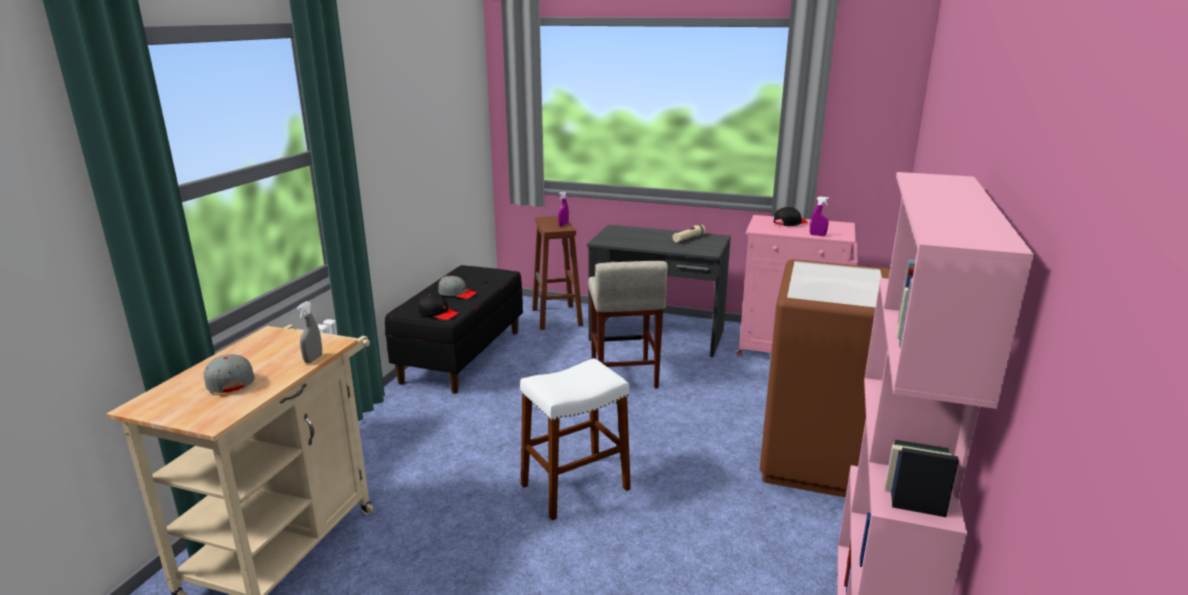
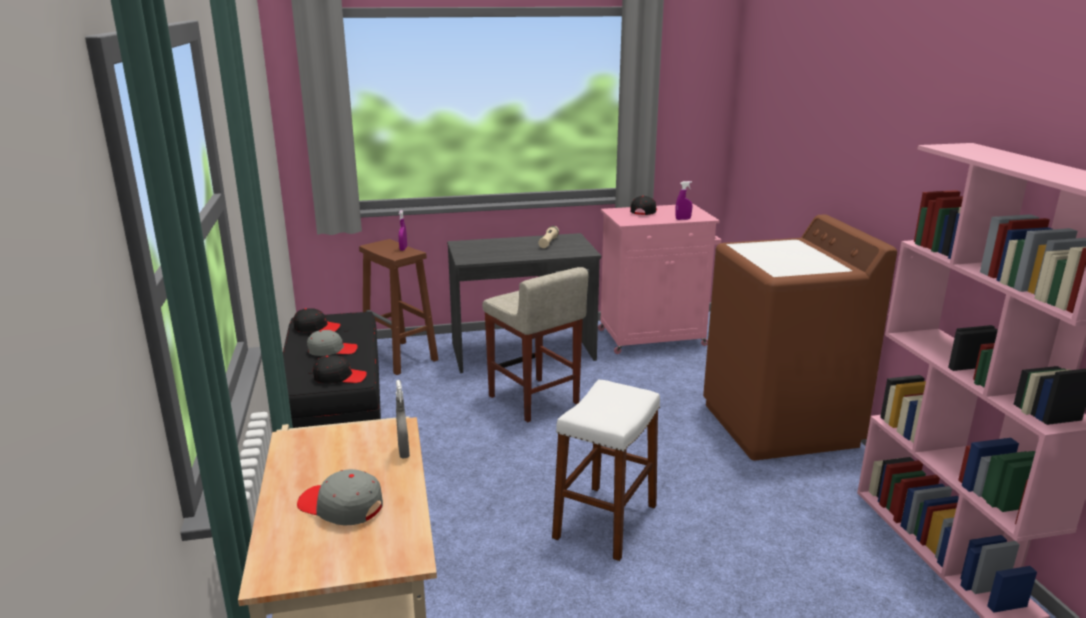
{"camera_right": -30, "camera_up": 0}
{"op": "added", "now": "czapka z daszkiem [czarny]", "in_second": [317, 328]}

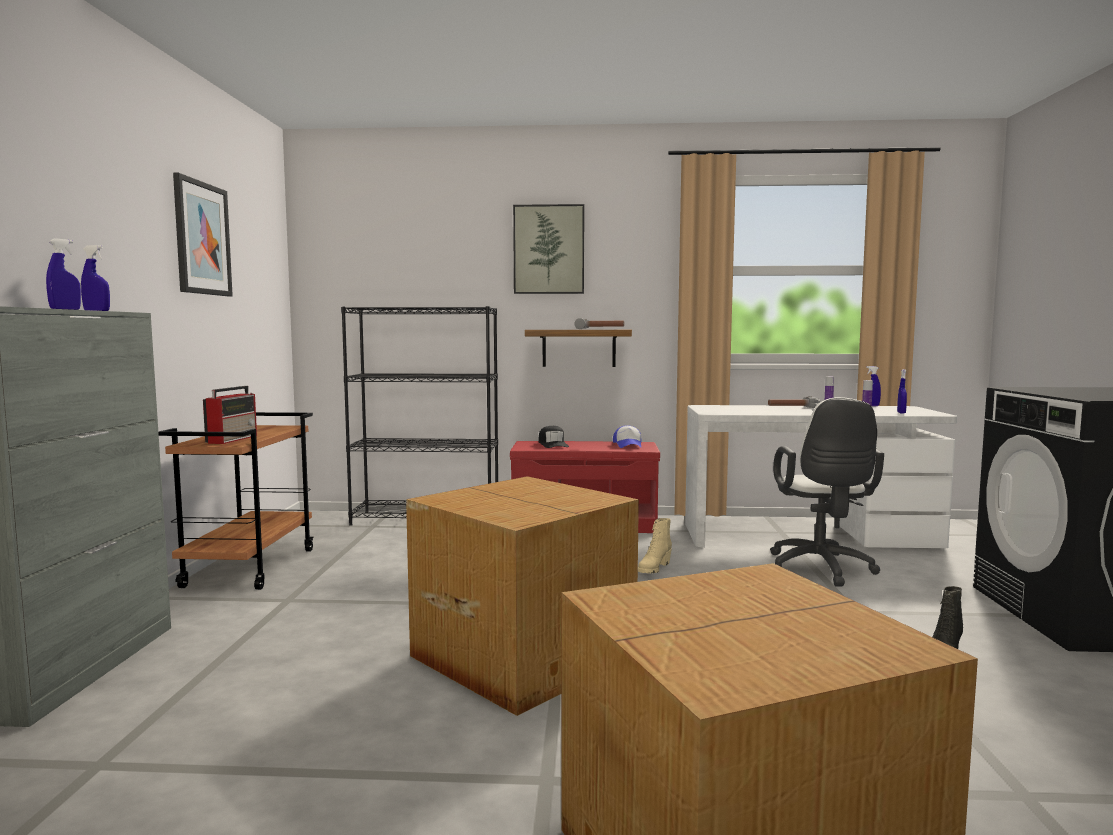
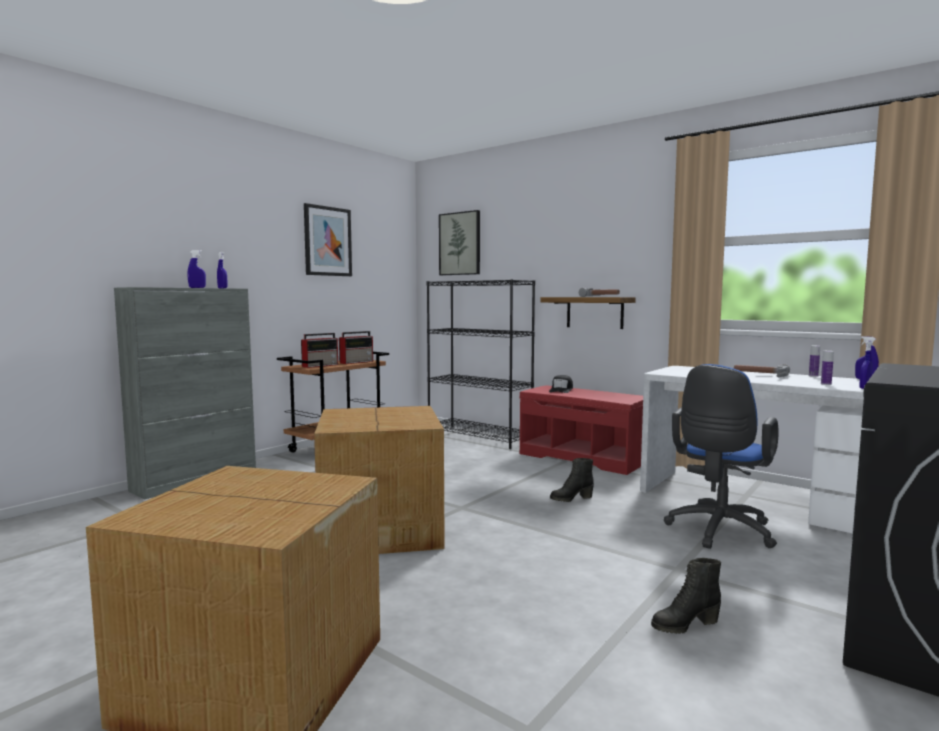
{"camera_right": 35, "camera_up": 0}
{"op": "moved", "was": "obraz", "in_first": [549, 249], "in_second": [460, 244]}
{"op": "recoloured", "was": "krzesło biurowe [biały]", "now": "krzesło biurowe [niebieski]", "in_first": [821, 570], "in_second": [718, 532]}
{"op": "removed", "was": "czapka z daszkiem", "in_first": [628, 445]}
{"op": "recoloured", "was": "but z cholewką [beżowy]", "now": "but z cholewką [czarny]", "in_first": [654, 568], "in_second": [571, 498]}
{"op": "added", "now": "radio", "in_second": [357, 362]}

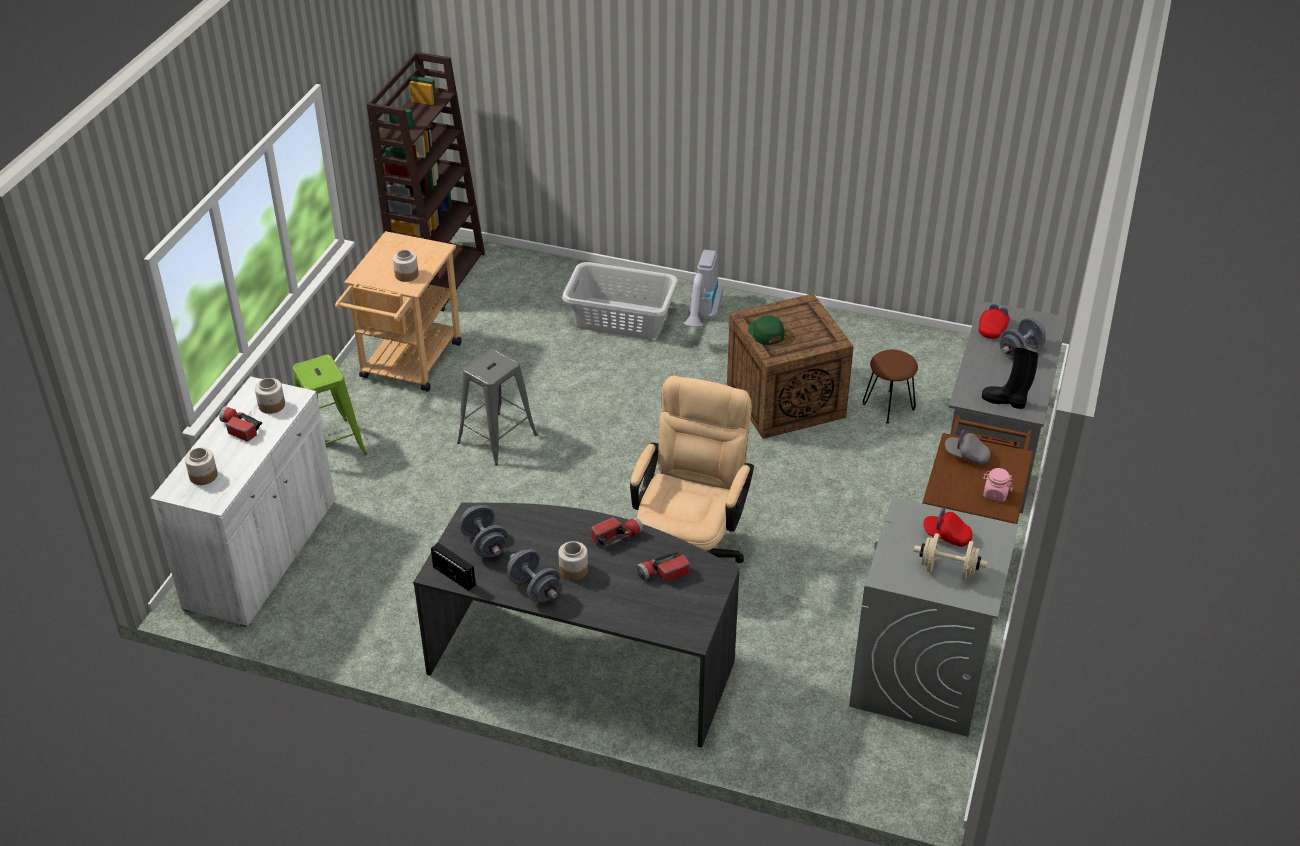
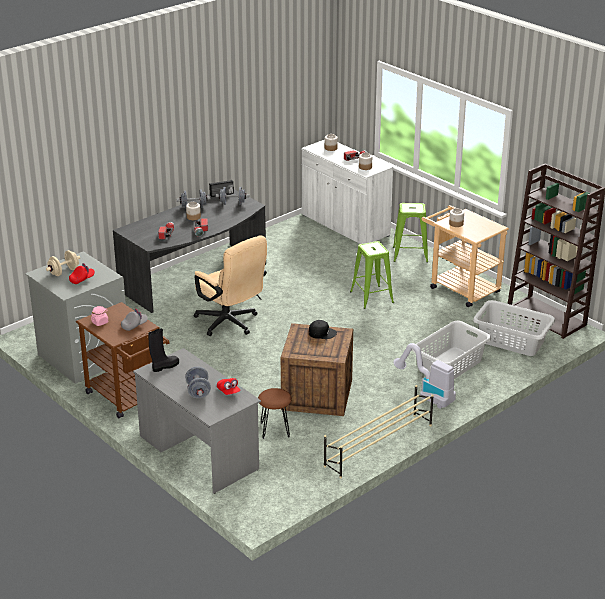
{"camera_right": 120, "camera_up": -10}
{"op": "recoloured", "was": "czapka z daszkiem [zielony]", "now": "czapka z daszkiem [czarny]", "in_first": [765, 333], "in_second": [322, 333]}
{"op": "recoloured", "was": "stołek [szary]", "now": "stołek [zielony]", "in_first": [498, 438], "in_second": [372, 297]}
{"op": "added", "now": "kosz na pranie [szary]", "in_second": [512, 341]}
{"op": "added", "now": "regał na buty [beżowy]", "in_second": [378, 445]}

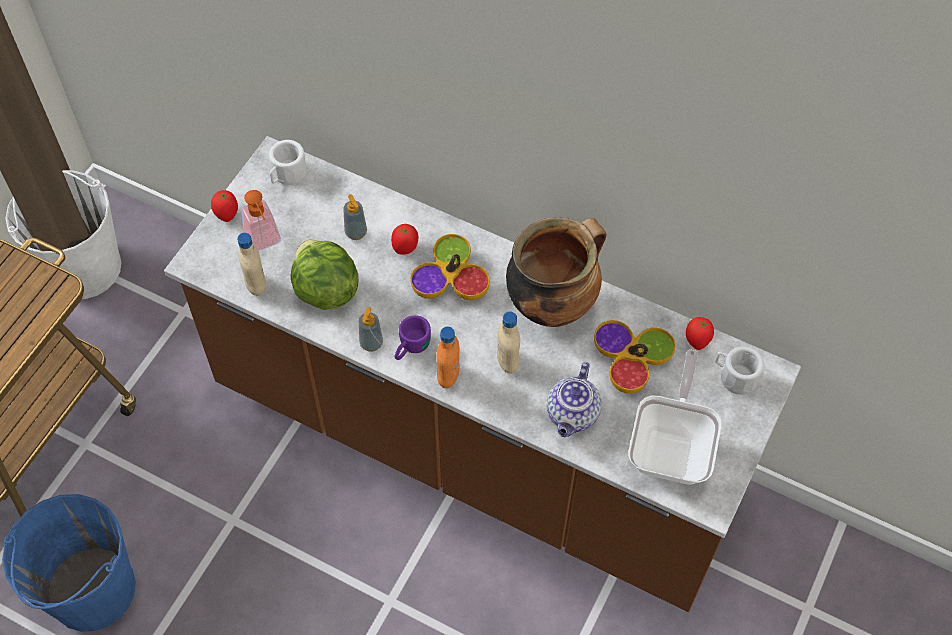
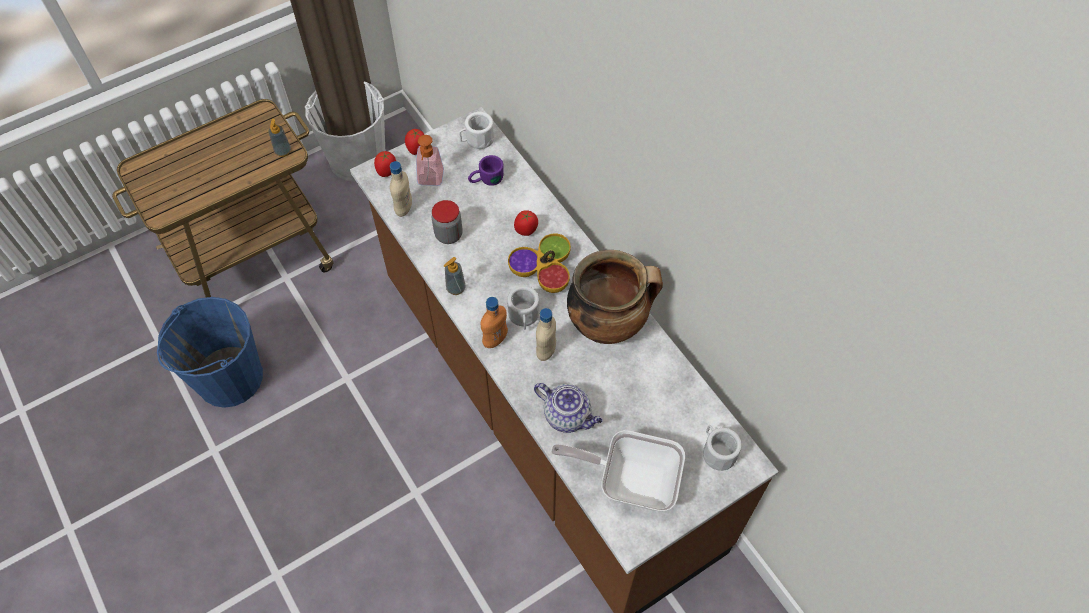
{"camera_right": 30, "camera_up": 0}
{"op": "moved", "was": "dozownik mydła", "in_first": [356, 232], "in_second": [283, 151]}
{"op": "replaced", "was": "sałata", "now": "słoik", "in_first": [325, 290], "in_second": [448, 235]}
{"op": "moved", "was": "kubek [fioletowy]", "in_first": [410, 348], "in_second": [486, 180]}
{"op": "moved", "was": "pomidor", "in_first": [697, 340], "in_second": [387, 171]}
{"op": "removed", "was": "miska", "in_first": [631, 361]}
{"op": "turned", "was": "patelnia", "in_first": [672, 446], "in_second": [630, 480], "clockwise": -120}
{"op": "turned", "was": "imbryk", "in_first": [572, 415], "in_second": [568, 416], "clockwise": -105}
{"op": "added", "now": "kubek [biały]", "in_second": [523, 317]}

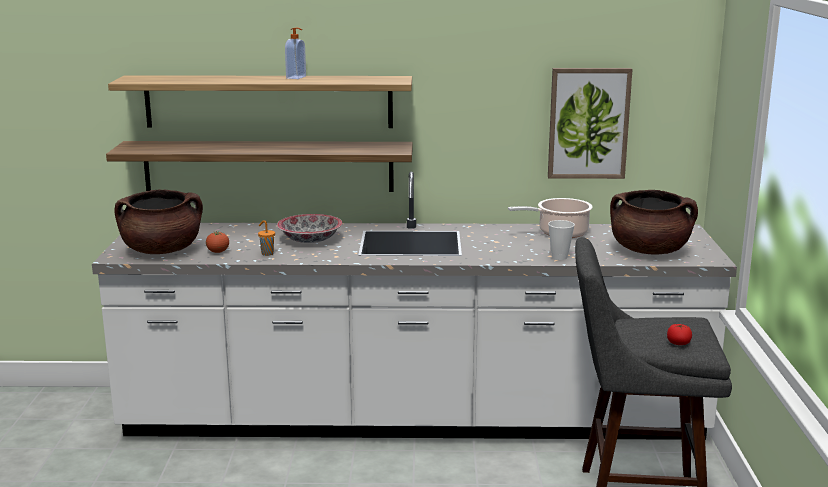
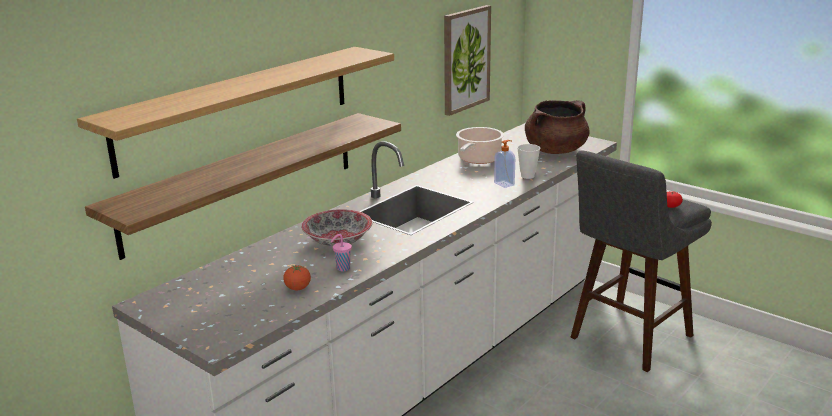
{"camera_right": -50, "camera_up": 5}
{"op": "moved", "was": "dozownik mydła", "in_first": [296, 77], "in_second": [504, 184]}
{"op": "removed", "was": "garnek [brązowy]", "in_first": [162, 251]}
{"op": "recoloured", "was": "filiżanka [pomarańczowy]", "now": "filiżanka [różowy]", "in_first": [267, 253], "in_second": [342, 268]}

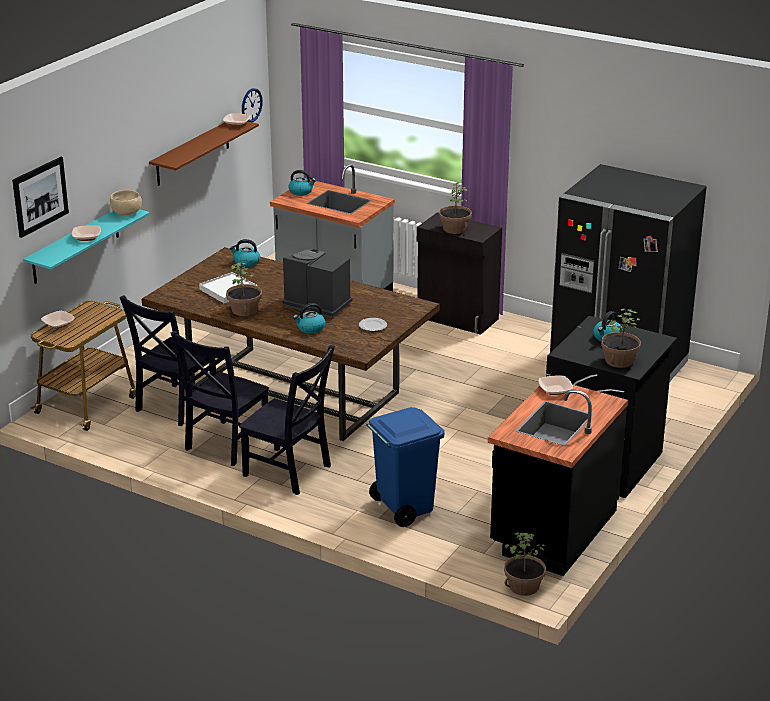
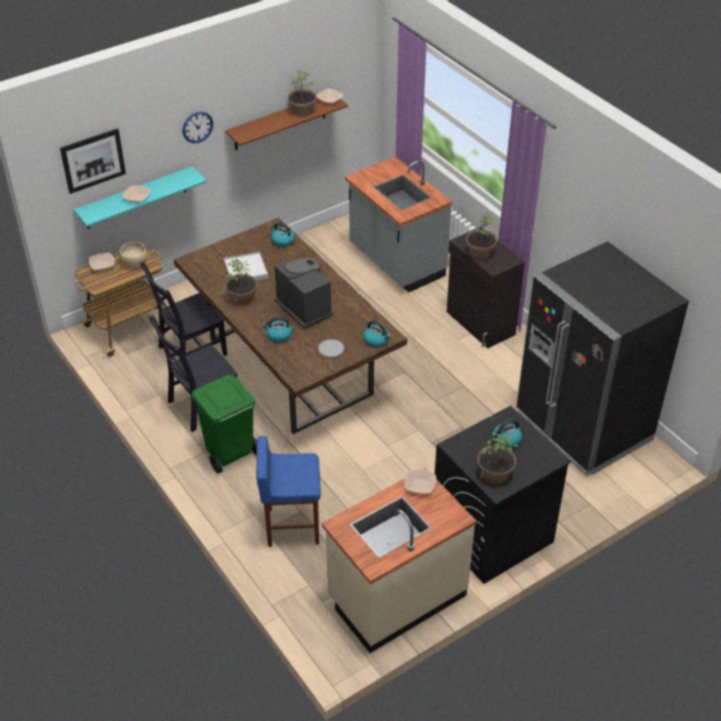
{"camera_right": 25, "camera_up": 15}
{"op": "moved", "was": "zegar ścienny", "in_first": [251, 105], "in_second": [197, 127]}
{"op": "moved", "was": "czajnik", "in_first": [301, 192], "in_second": [377, 340]}
{"op": "moved", "was": "miska [beżowy]", "in_first": [127, 213], "in_second": [134, 262]}
{"op": "replaced", "was": "krzesło [czarny]", "now": "kosz na śmieci [zielony]", "in_first": [290, 472], "in_second": [229, 454]}
{"op": "recoloured", "was": "zabudowa kuchenna [czarny]", "now": "zabudowa kuchenna [beżowy]", "in_first": [552, 529], "in_second": [396, 596]}
{"op": "replaced", "was": "kosz na śmieci [niebieski]", "now": "stołek [niebieski]", "in_first": [403, 508], "in_second": [292, 526]}
{"op": "moved", "was": "roślina doniczkowa", "in_first": [524, 587], "in_second": [302, 111]}

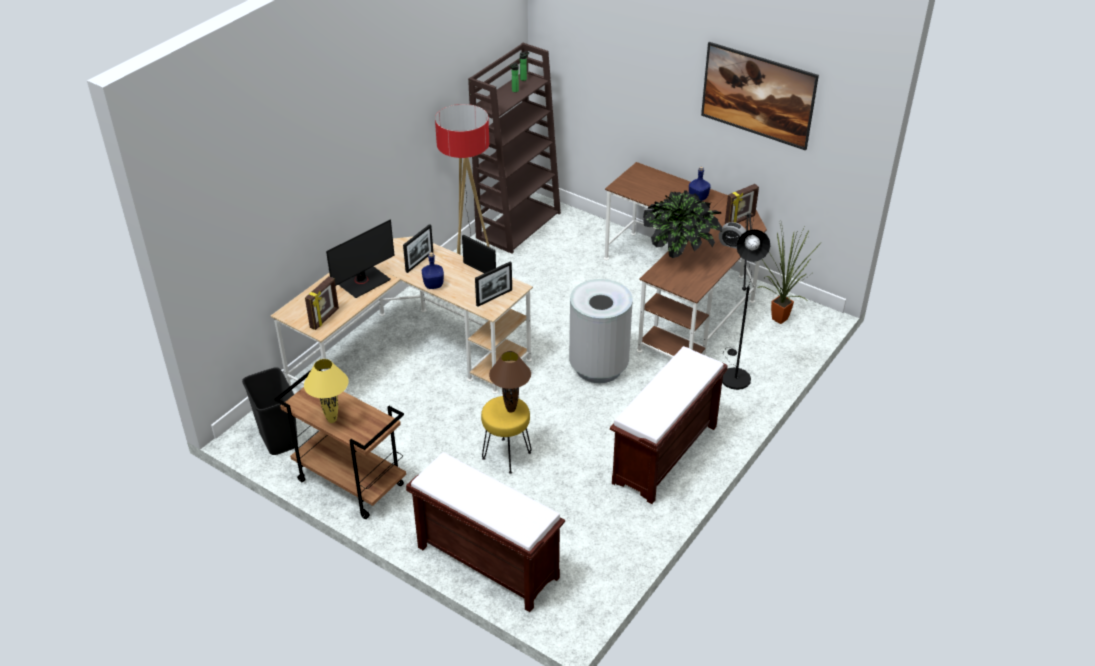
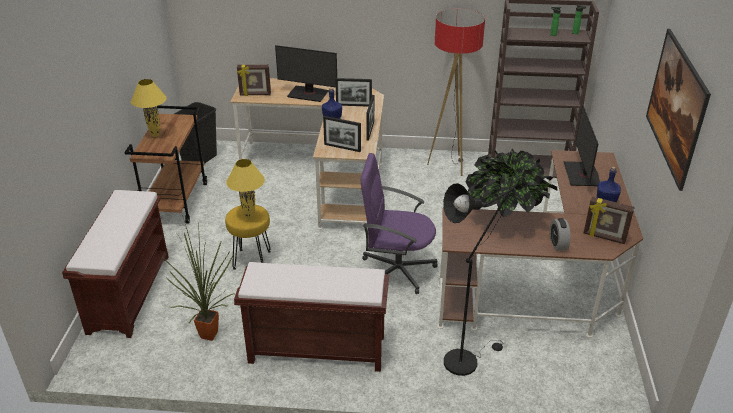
{"camera_right": 60, "camera_up": -5}
{"op": "moved", "was": "roślina doniczkowa", "in_first": [777, 318], "in_second": [211, 333]}
{"op": "replaced", "was": "kosz na śmieci [szary]", "now": "krzesło biurowe [fioletowy]", "in_first": [598, 367], "in_second": [396, 270]}
{"op": "recoloured", "was": "lampa stołowa [brązowy]", "now": "lampa stołowa [żółty]", "in_first": [510, 409], "in_second": [249, 217]}
{"op": "added", "now": "monitor", "in_second": [582, 174]}

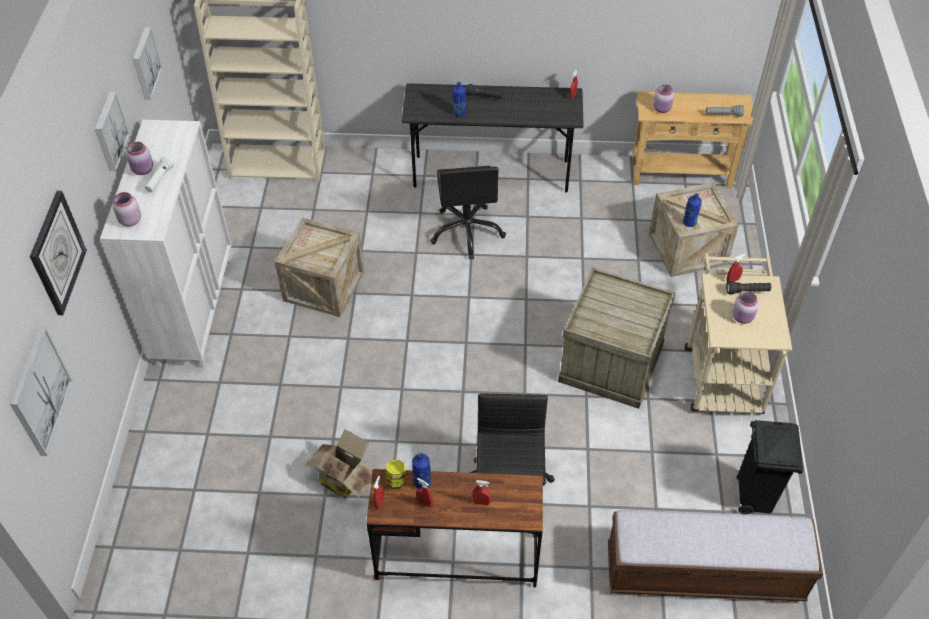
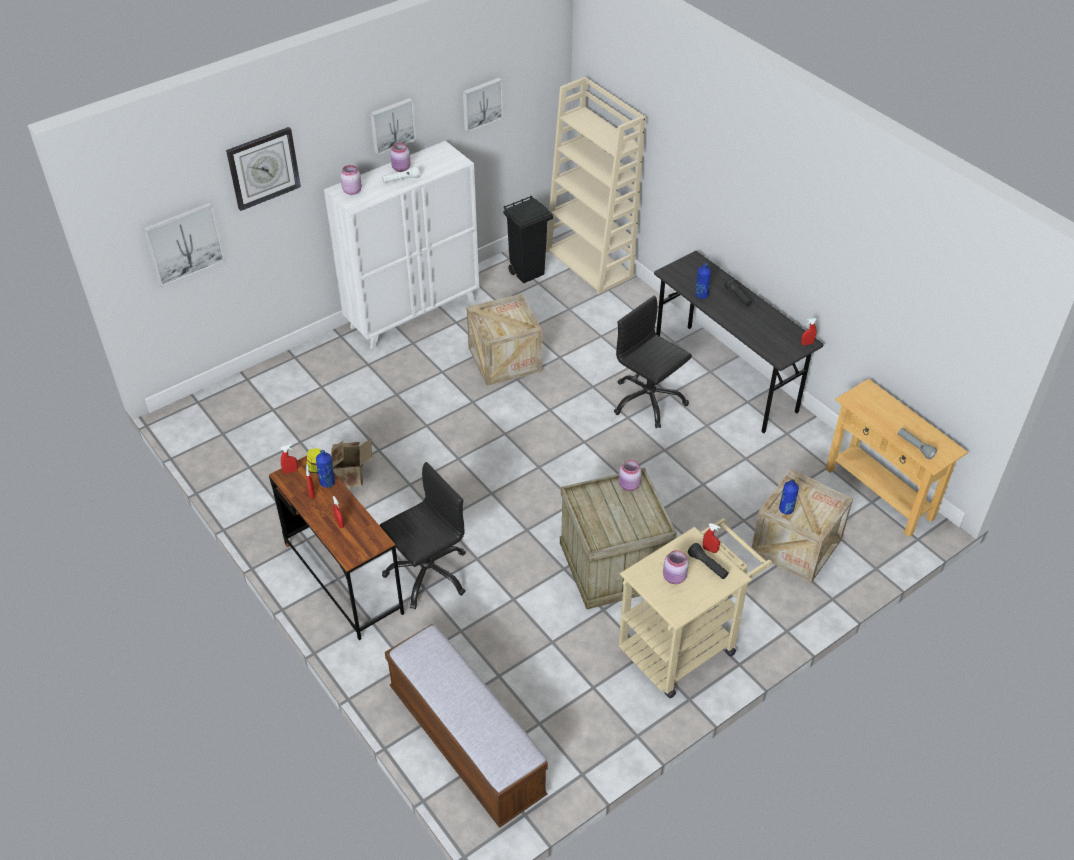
{"camera_right": 50, "camera_up": -5}
{"op": "moved", "was": "słoik [różowy]", "in_first": [662, 109], "in_second": [629, 486]}
{"op": "turned", "was": "krzesło biurowe [czarny]", "in_first": [467, 231], "in_second": [648, 401], "clockwise": 90}
{"op": "moved", "was": "kosz na śmieci [czarny]", "in_first": [753, 497], "in_second": [528, 273]}

